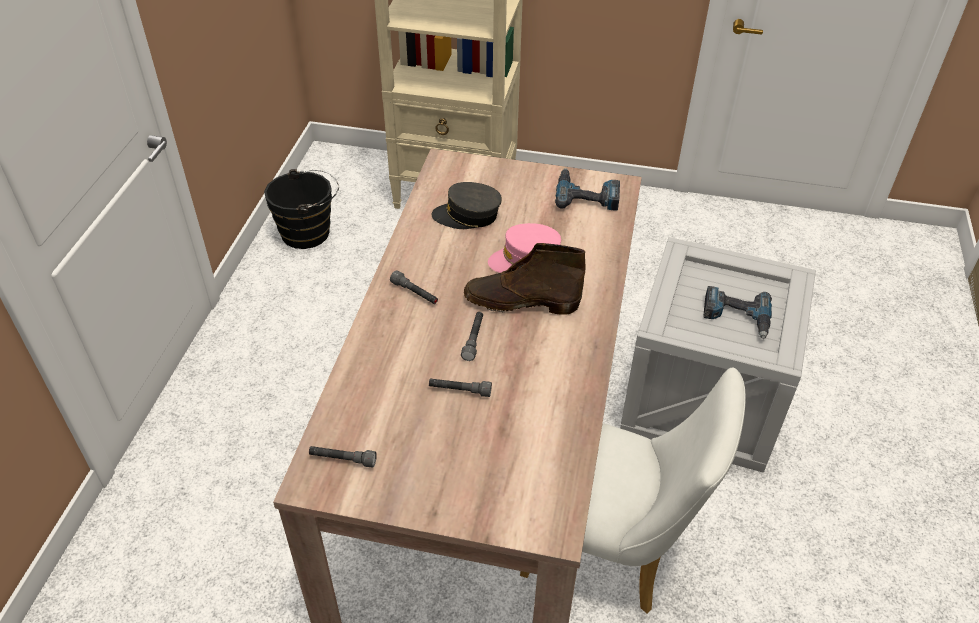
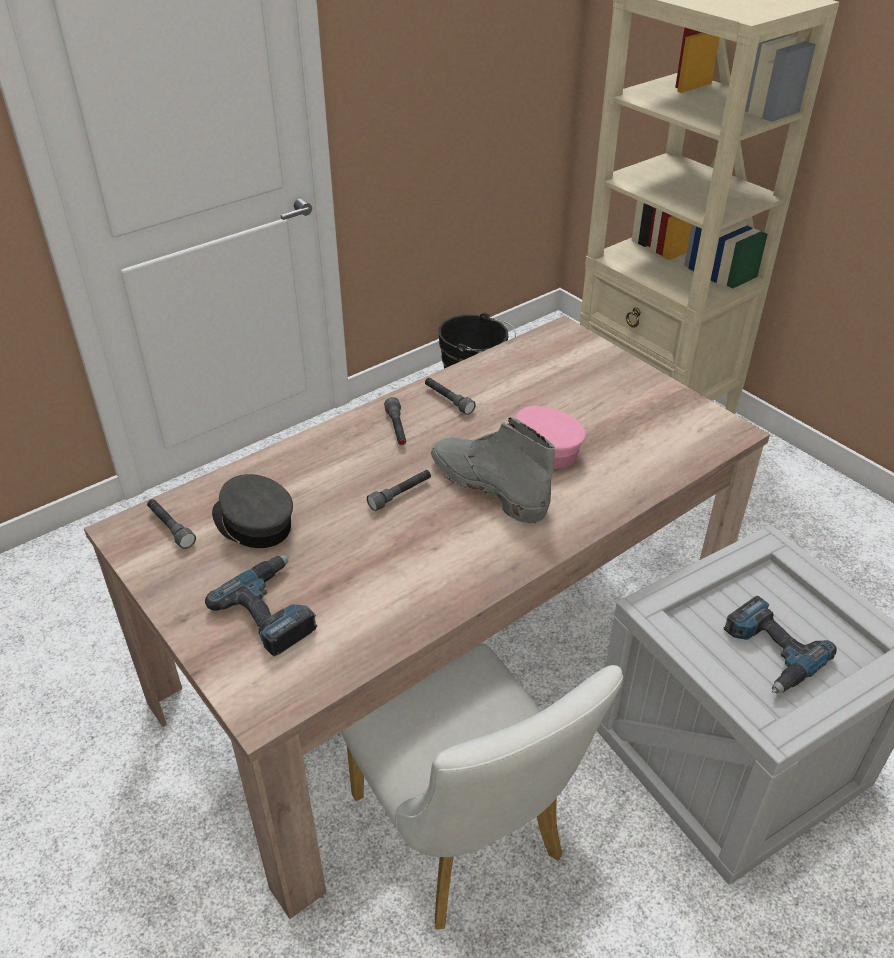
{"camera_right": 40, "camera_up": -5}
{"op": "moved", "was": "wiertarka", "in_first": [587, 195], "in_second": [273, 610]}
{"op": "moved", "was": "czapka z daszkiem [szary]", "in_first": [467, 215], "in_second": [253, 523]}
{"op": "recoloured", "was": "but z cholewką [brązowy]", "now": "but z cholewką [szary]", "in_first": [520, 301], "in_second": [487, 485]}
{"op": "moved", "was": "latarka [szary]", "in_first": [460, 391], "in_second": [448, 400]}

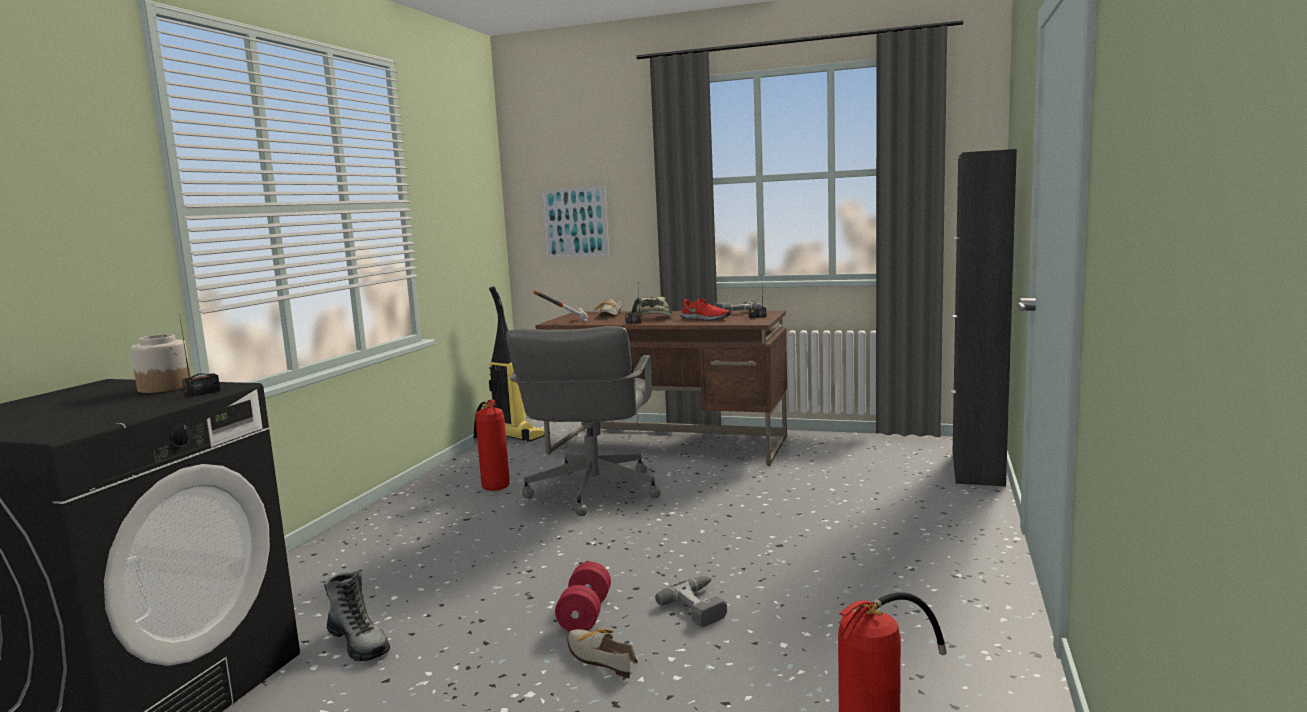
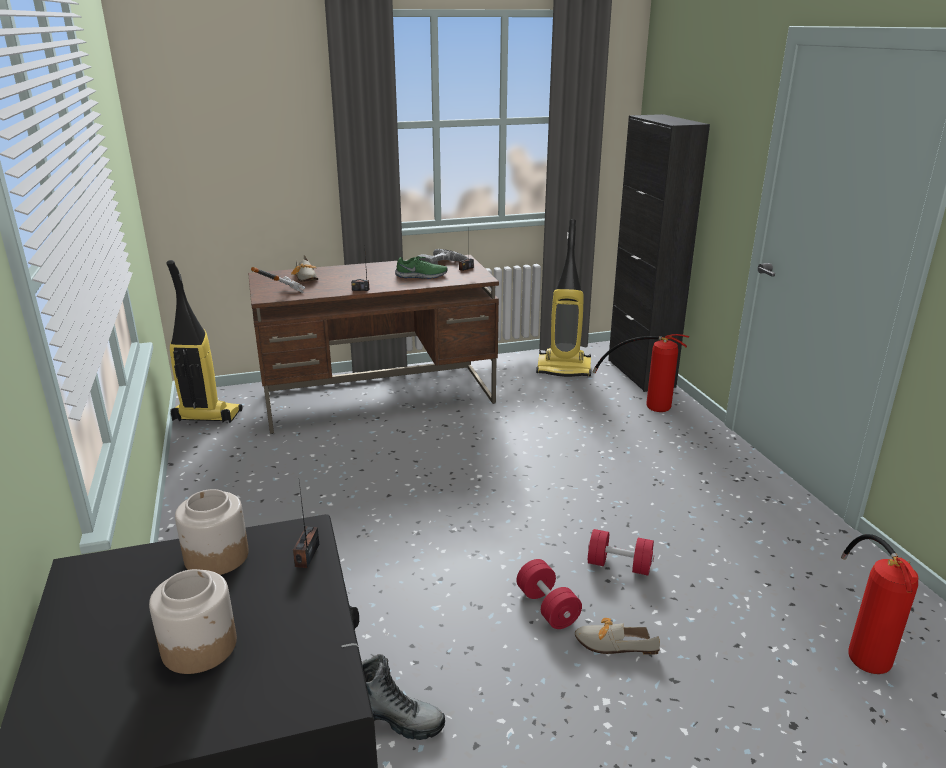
{"camera_right": -35, "camera_up": 15}
{"op": "removed", "was": "obraz", "in_first": [575, 222]}
{"op": "removed", "was": "czapka z daszkiem", "in_first": [653, 317]}
{"op": "recoloured", "was": "but [czerwony]", "now": "but [zielony]", "in_first": [704, 319], "in_second": [421, 276]}
{"op": "removed", "was": "krzesło biurowe [szary]", "in_first": [592, 492]}
{"op": "moved", "was": "gaśnica", "in_first": [492, 482], "in_second": [644, 404]}
{"op": "replaced", "was": "wiertarka", "now": "hantel [czerwony]", "in_first": [701, 606], "in_second": [619, 565]}
{"op": "added", "now": "odkurzacz", "in_second": [564, 369]}
{"op": "added", "now": "słoik", "in_second": [200, 646]}

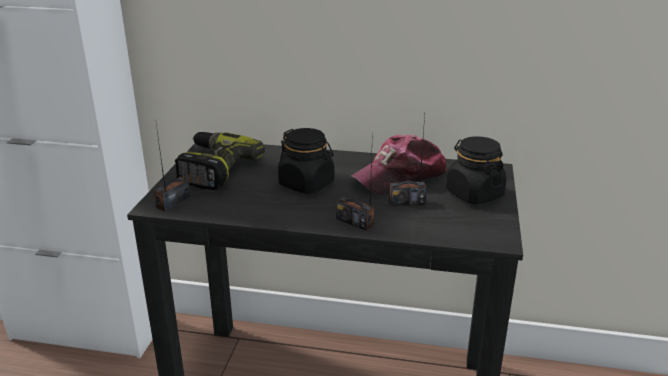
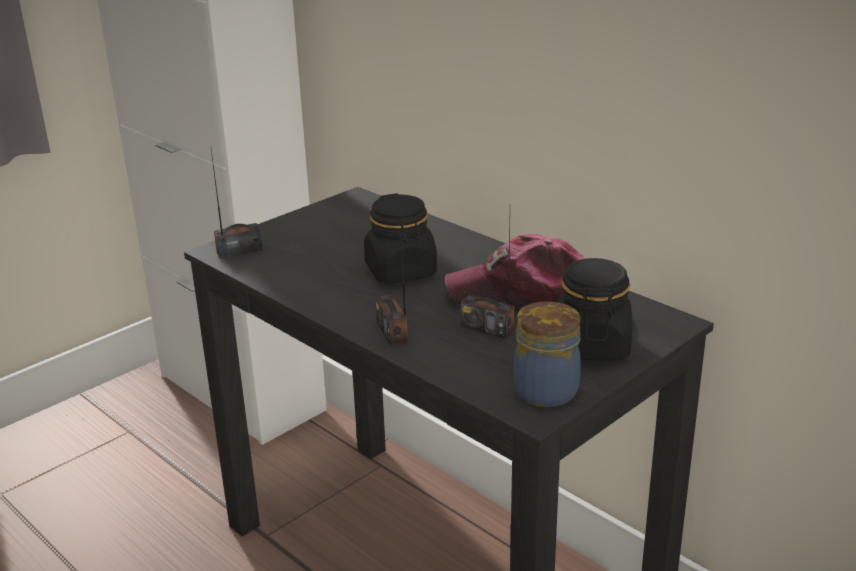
{"camera_right": 35, "camera_up": 0}
{"op": "removed", "was": "wiertarka", "in_first": [213, 169]}
{"op": "added", "now": "słoik", "in_second": [545, 389]}

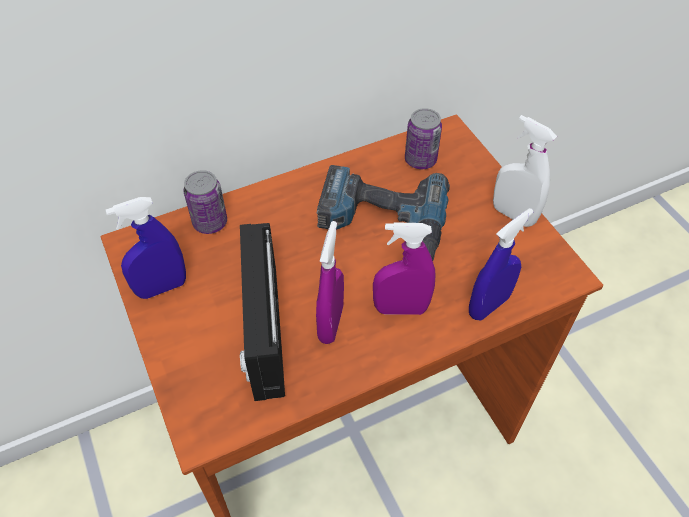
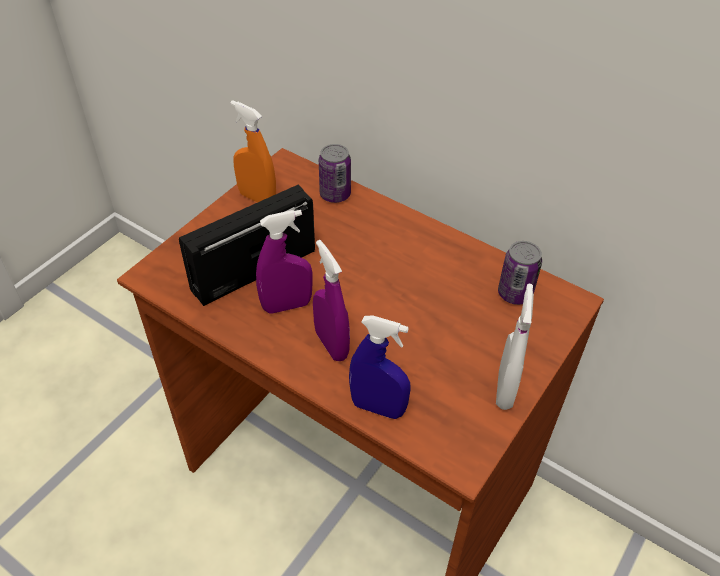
{"camera_right": 60, "camera_up": -5}
{"op": "removed", "was": "wiertarka", "in_first": [381, 223]}
{"op": "recoloured", "was": "spryskiwacz [niebieski]", "now": "spryskiwacz [pomarańczowy]", "in_first": [162, 288], "in_second": [257, 198]}

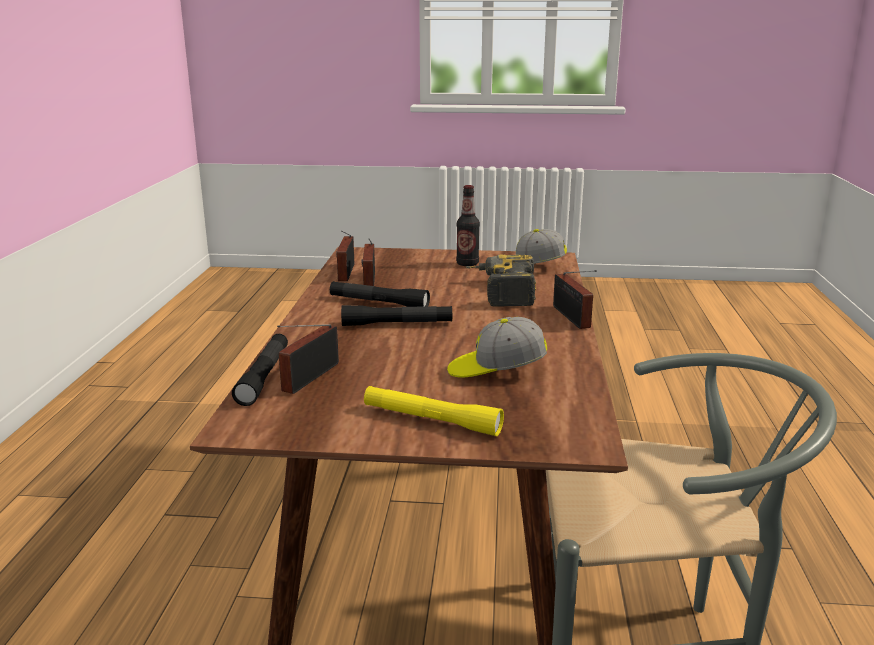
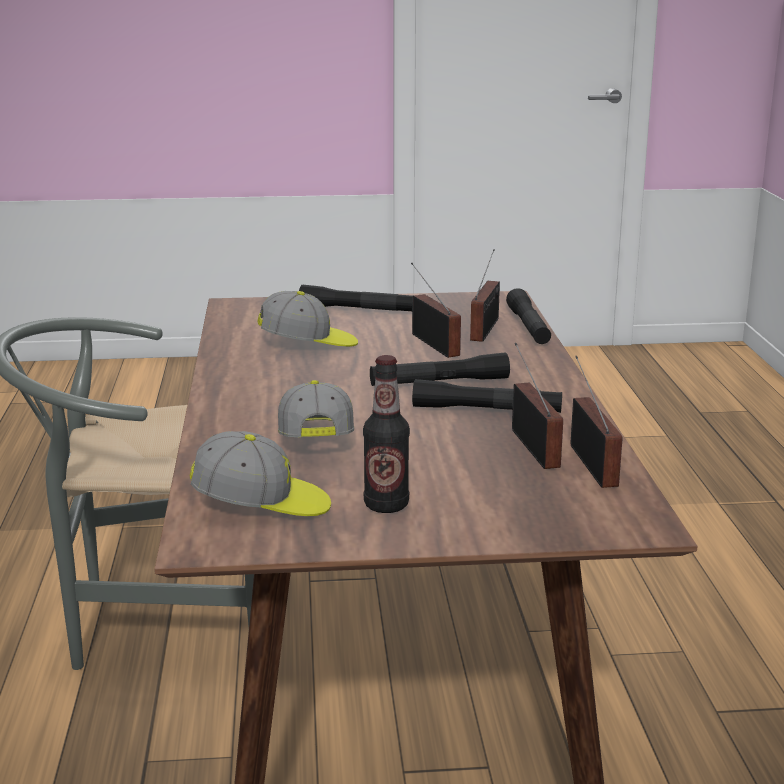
{"camera_right": 170, "camera_up": 0}
{"op": "replaced", "was": "wiertarka", "now": "czapka z daszkiem", "in_first": [499, 292], "in_second": [315, 441]}
{"op": "moved", "was": "radio", "in_first": [572, 318], "in_second": [434, 343]}
{"op": "recoloured", "was": "latarka [żółty]", "now": "latarka [czarny]", "in_first": [431, 420], "in_second": [357, 309]}

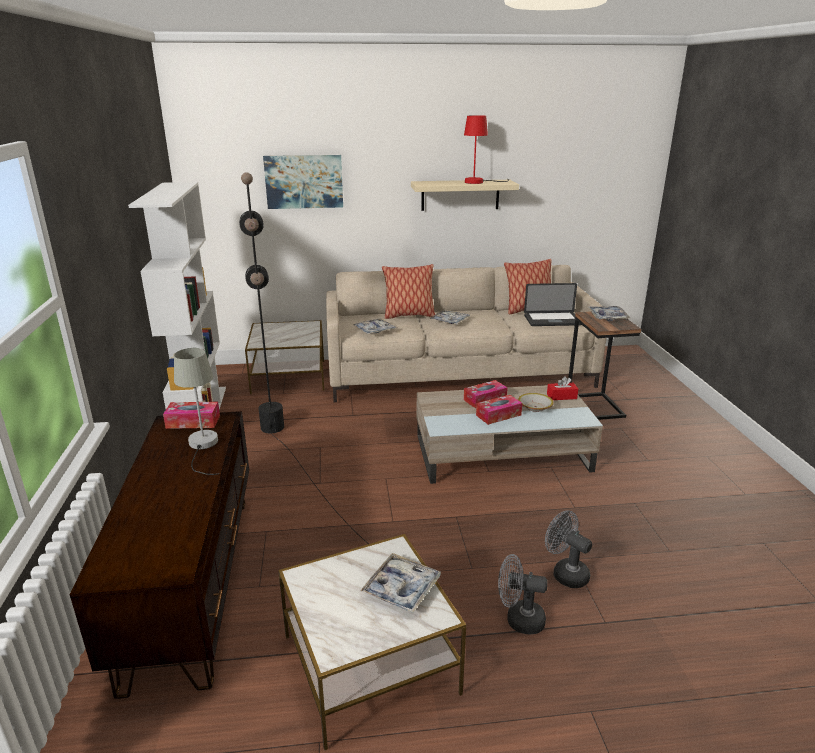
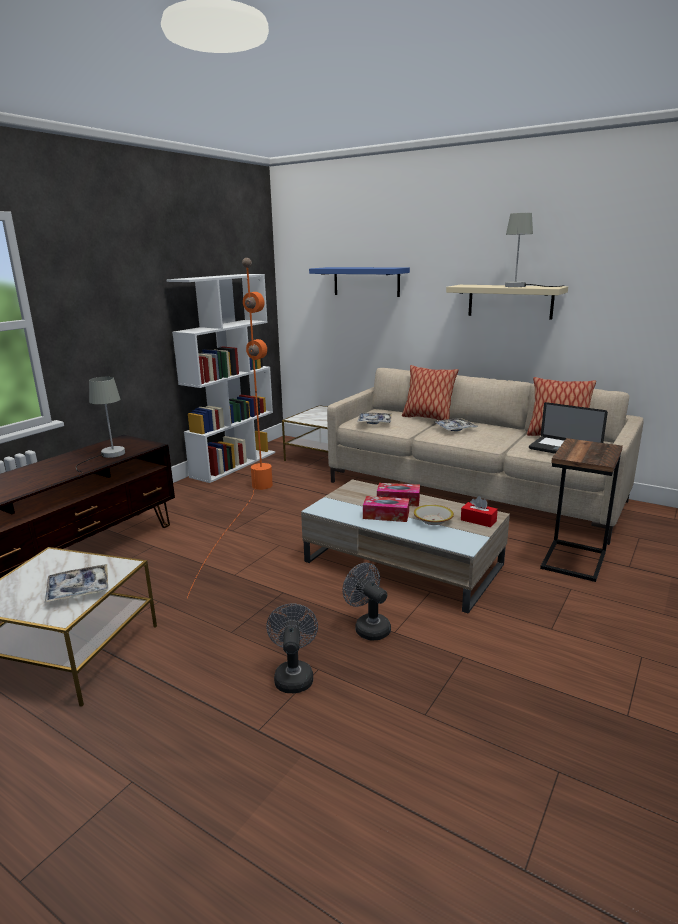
{"camera_right": 40, "camera_up": -5}
{"op": "recoloured", "was": "lampa stołowa [czerwony]", "now": "lampa stołowa [szary]", "in_first": [479, 182], "in_second": [522, 286]}
{"op": "replaced", "was": "obraz", "now": "półka [niebieski]", "in_first": [304, 181], "in_second": [366, 281]}
{"op": "recoloured", "was": "lampa stojąca [czarny]", "now": "lampa stojąca [pomarańczowy]", "in_first": [296, 457], "in_second": [244, 509]}
{"op": "removed", "was": "taca", "in_first": [607, 317]}
{"op": "removed", "was": "pudełko chusteczek", "in_first": [193, 422]}
{"op": "moved", "was": "wentylator [szary]", "in_first": [518, 619], "in_second": [368, 627]}

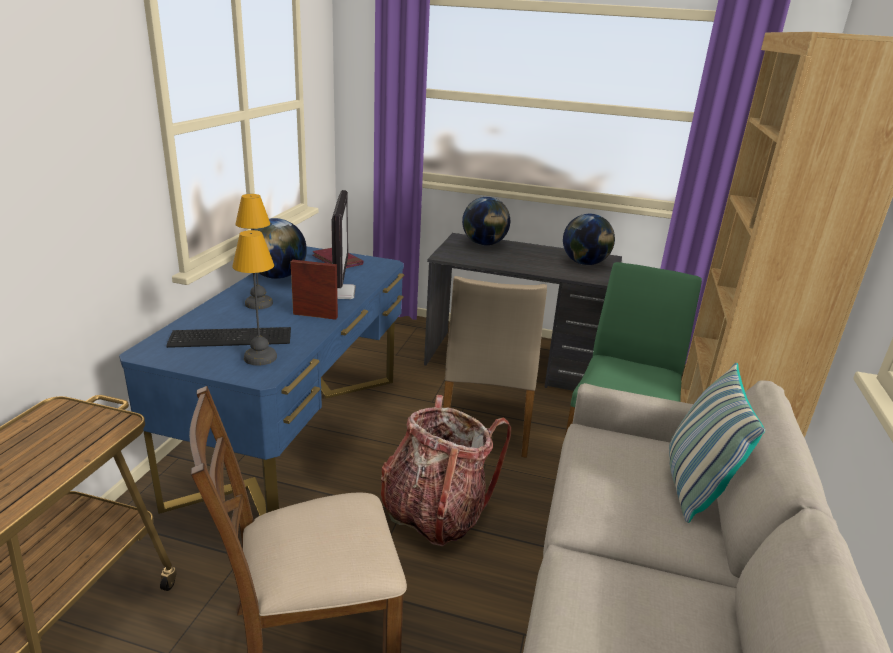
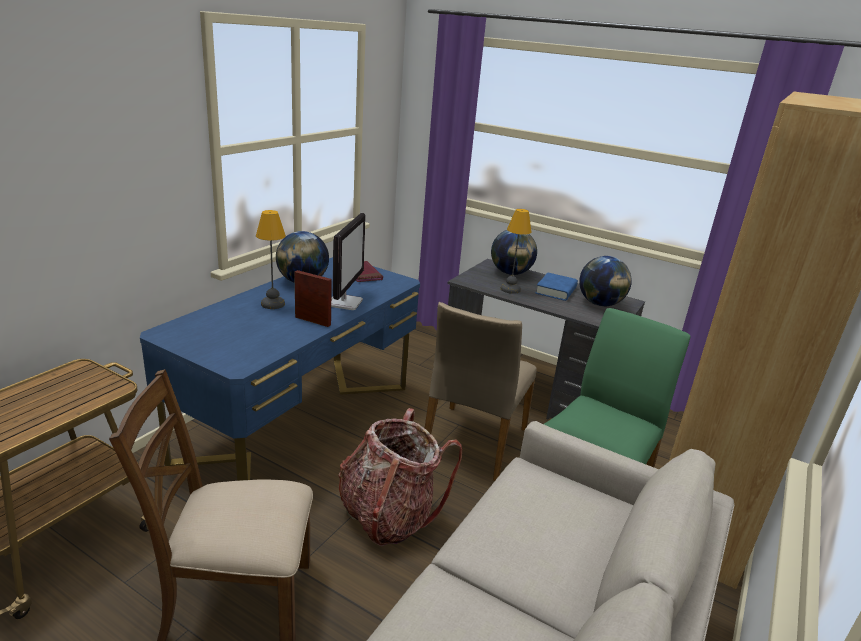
{"camera_right": 15, "camera_up": 0}
{"op": "moved", "was": "lampa stołowa", "in_first": [260, 358], "in_second": [510, 289]}
{"op": "removed", "was": "klawiatura", "in_first": [230, 336]}
{"op": "removed", "was": "poduszka", "in_first": [693, 486]}
{"op": "added", "now": "książka [niebieski]", "in_second": [556, 290]}

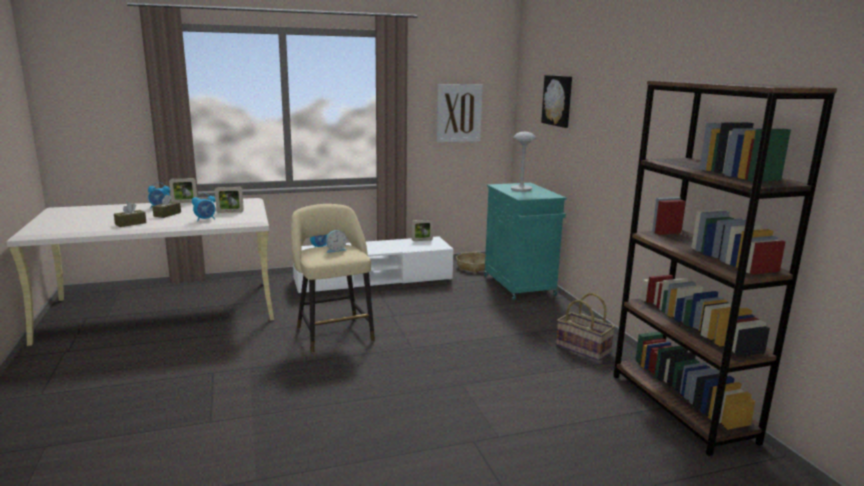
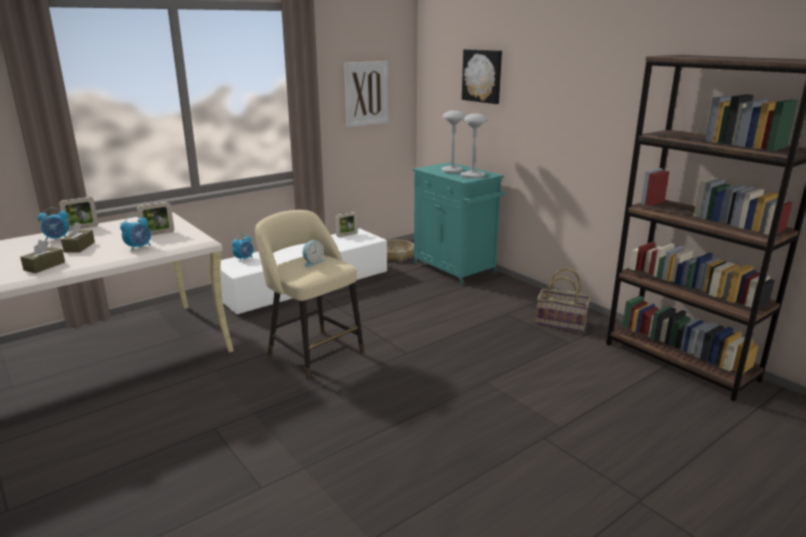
{"camera_right": -20, "camera_up": 5}
{"op": "added", "now": "lampa stołowa [szary]", "in_second": [472, 176]}

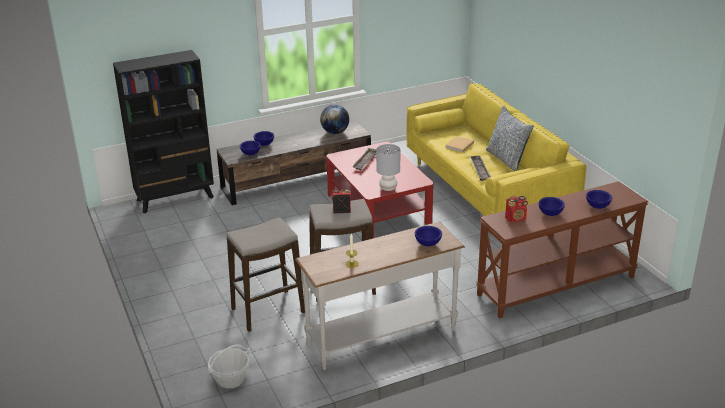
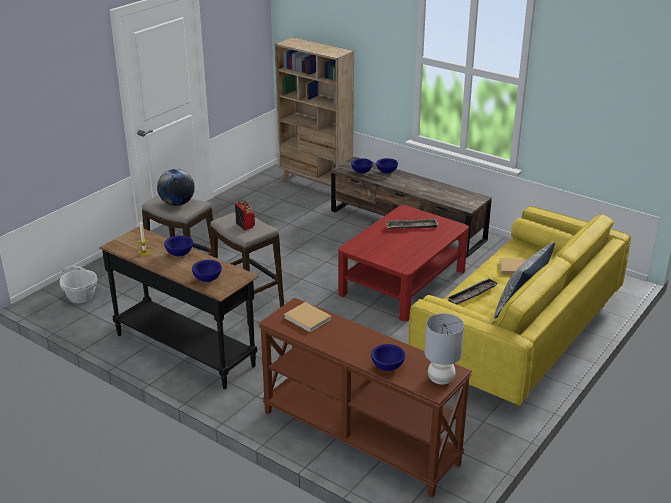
{"camera_right": 60, "camera_up": 0}
{"op": "recoloured", "was": "regał [czarny]", "now": "regał [beżowy]", "in_first": [176, 199], "in_second": [315, 185]}
{"op": "moved", "was": "globus", "in_first": [335, 132], "in_second": [177, 203]}
{"op": "moved", "was": "lampa stołowa [szary]", "in_first": [388, 188], "in_second": [441, 379]}
{"op": "replaced", "was": "radio", "now": "książka [beżowy]", "in_first": [516, 219], "in_second": [308, 319]}
{"op": "moved", "was": "miska [niebieski]", "in_first": [550, 214], "in_second": [179, 254]}
{"op": "recoloured", "was": "stolik konsolowy [biały]", "now": "stolik konsolowy [czarny]", "in_first": [381, 336], "in_second": [186, 349]}

